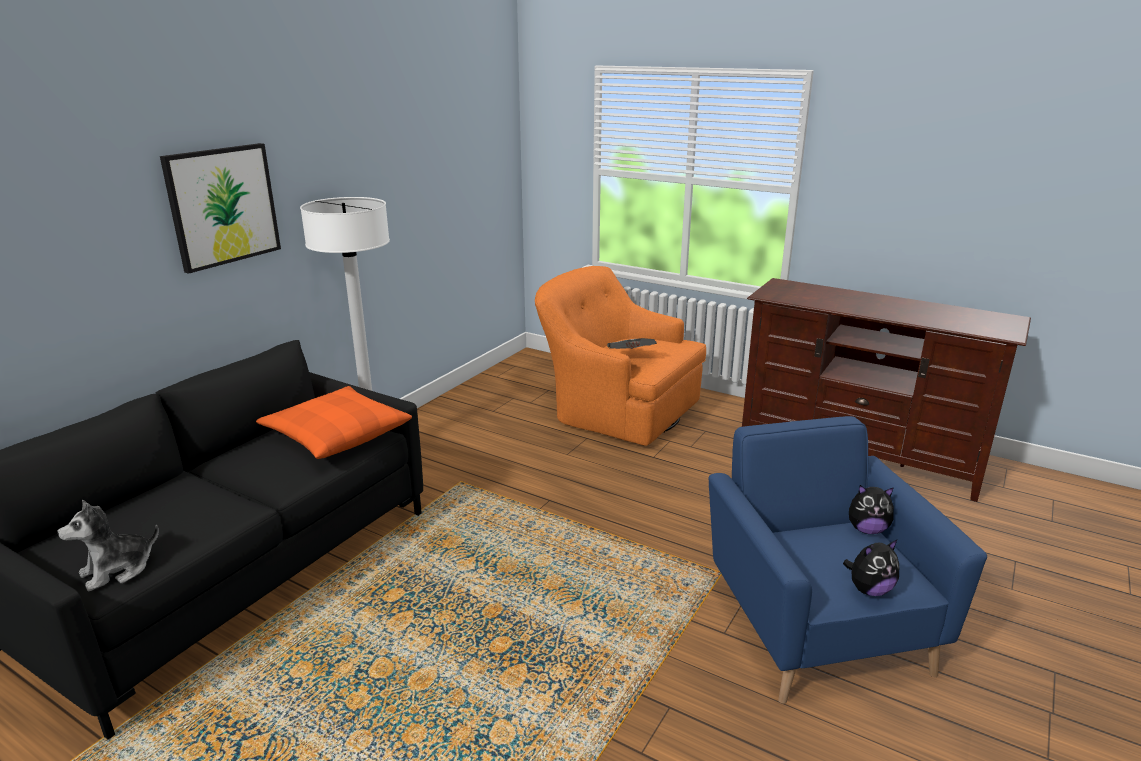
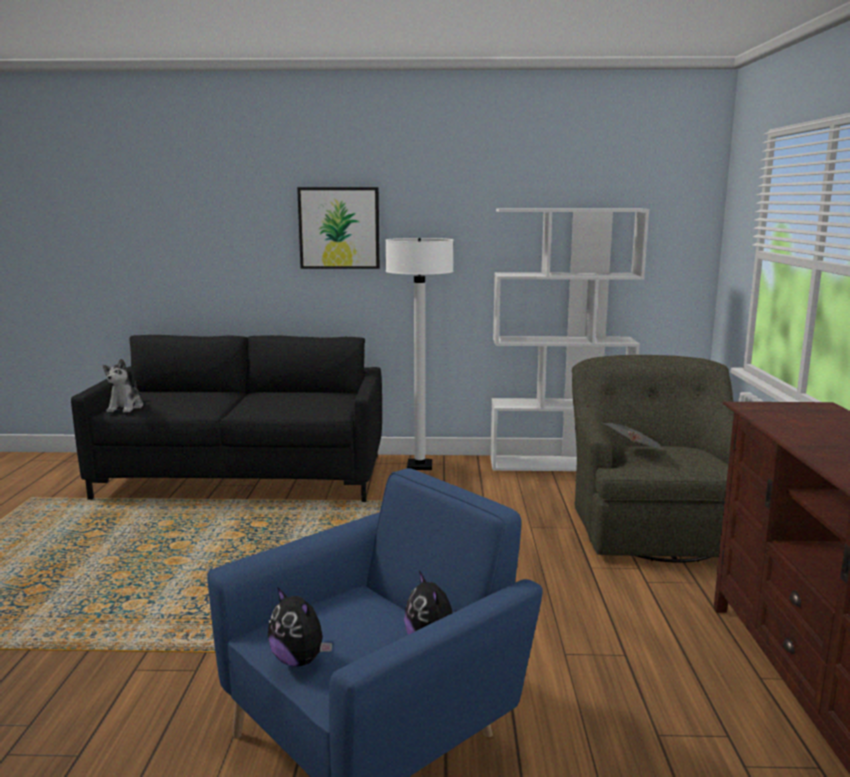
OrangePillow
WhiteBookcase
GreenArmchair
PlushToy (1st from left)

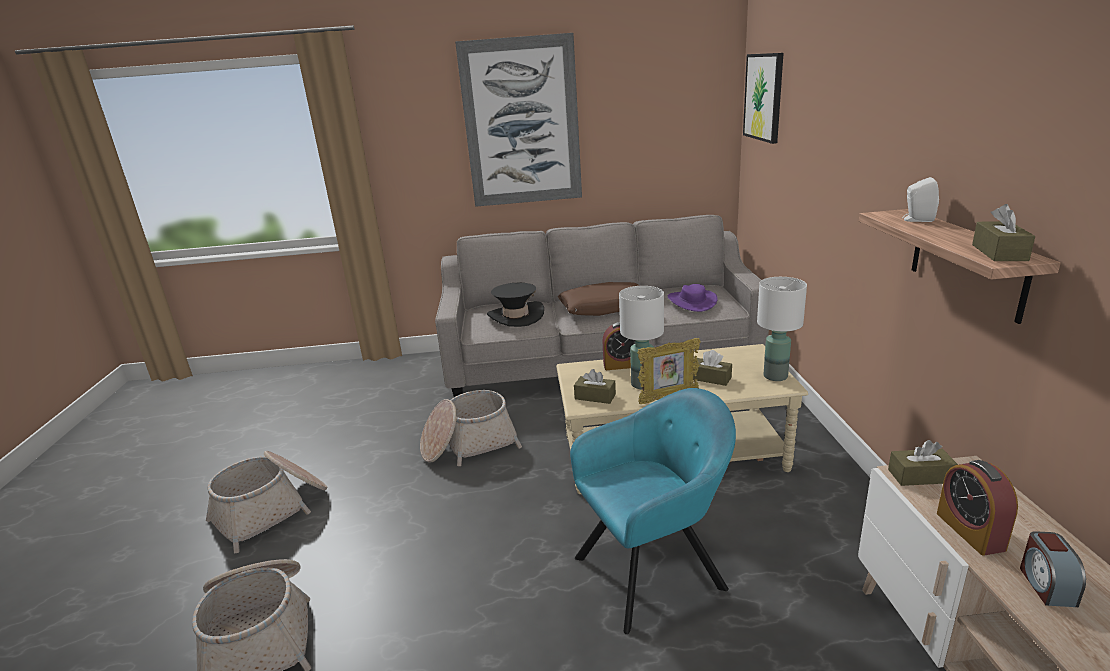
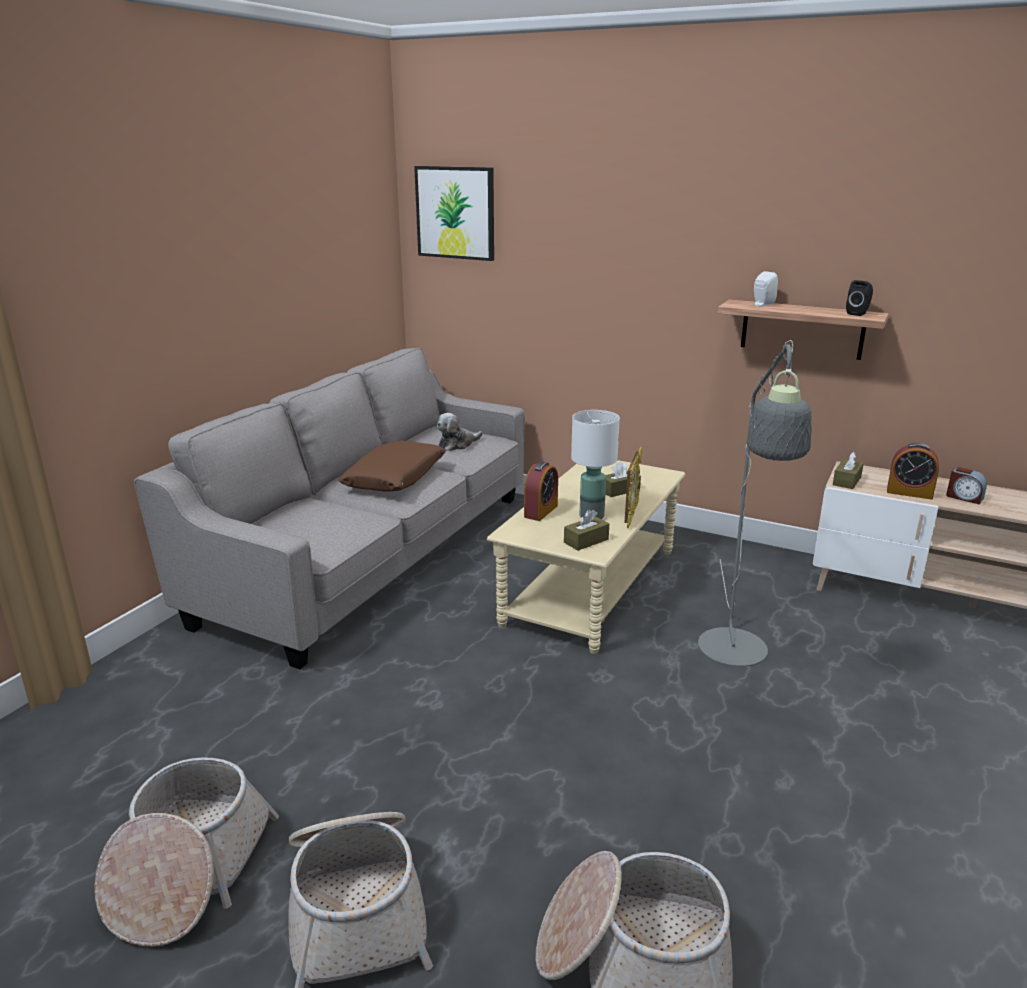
Picture (1st from left in the first image)
BlackHat
WhiteTableLamp (2nd from left in the first image)
Basket (1st from left)
GreyFloorLamp
PlushToy
BlackSpeaker

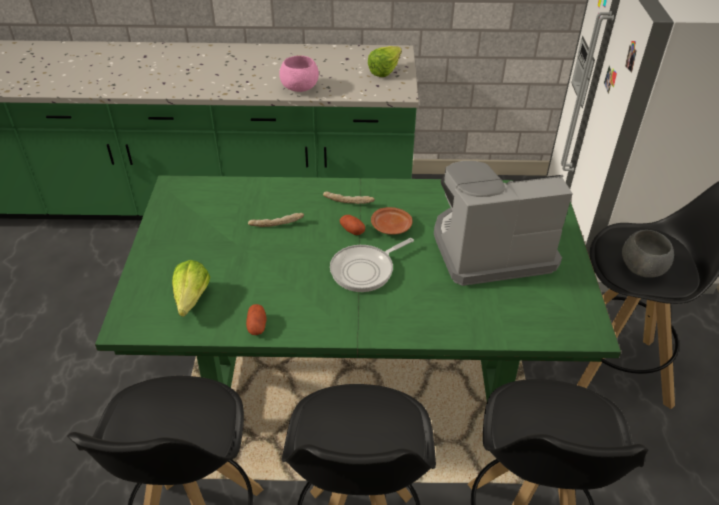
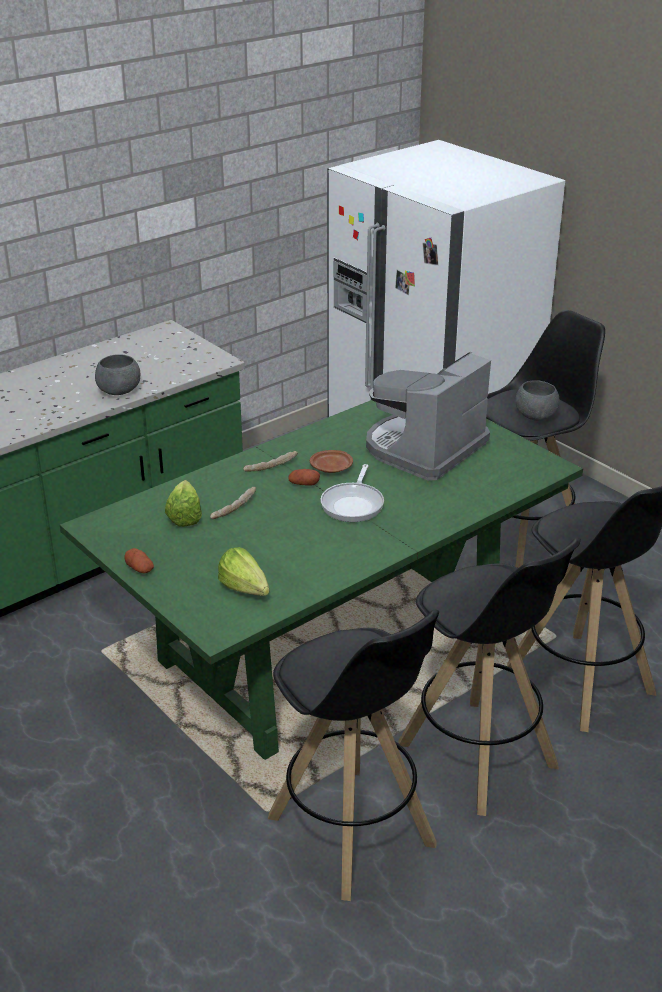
Potato (1st from left)
Lettuce (1st from left)
GreyBowl (1st from left)

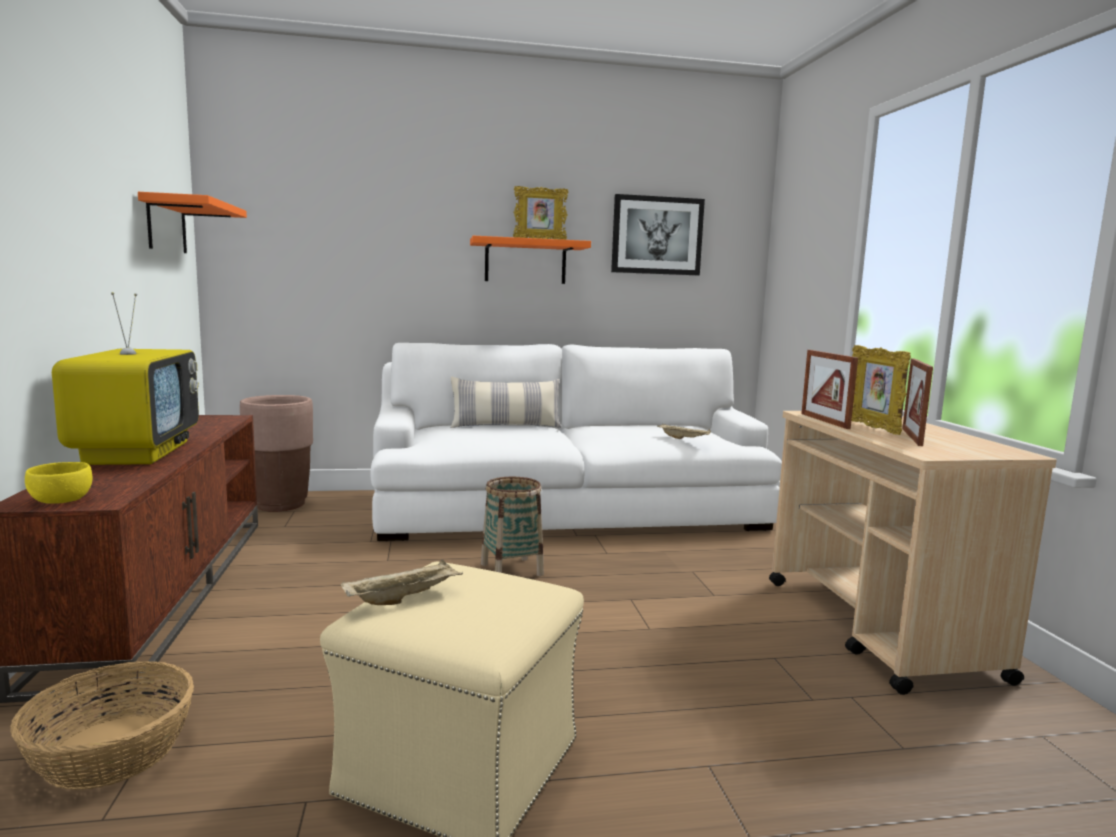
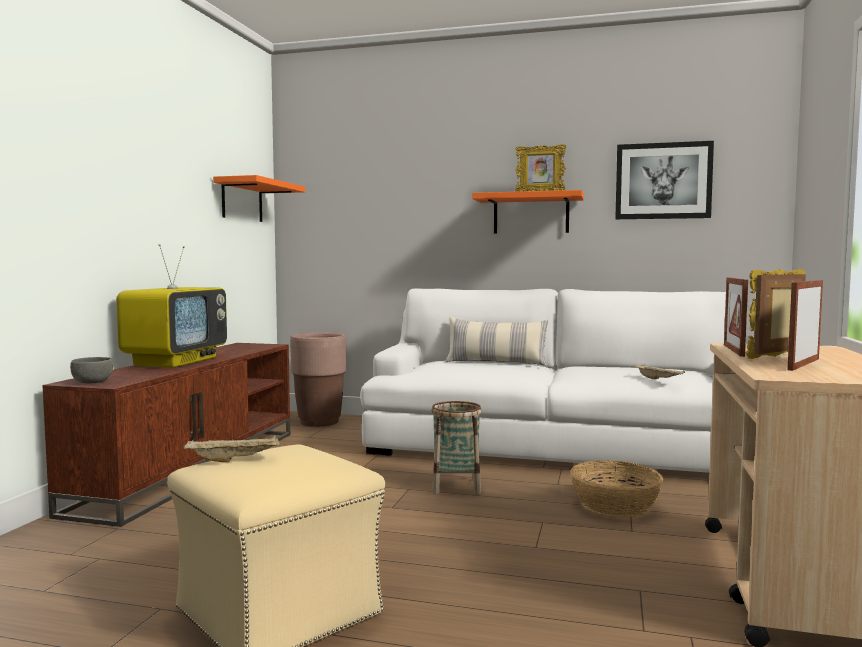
Basket (2nd from left)
GreyBowl
PictureFrame (3rd from left)

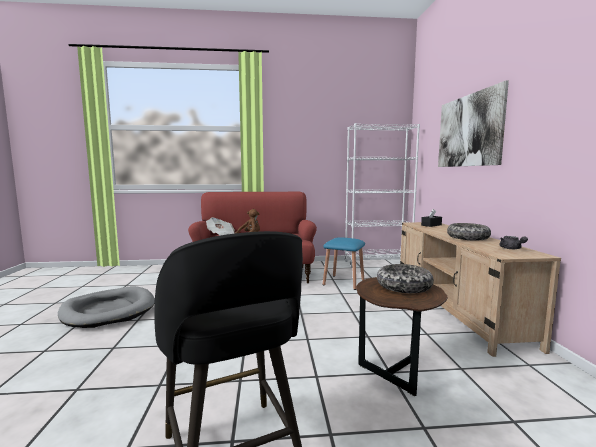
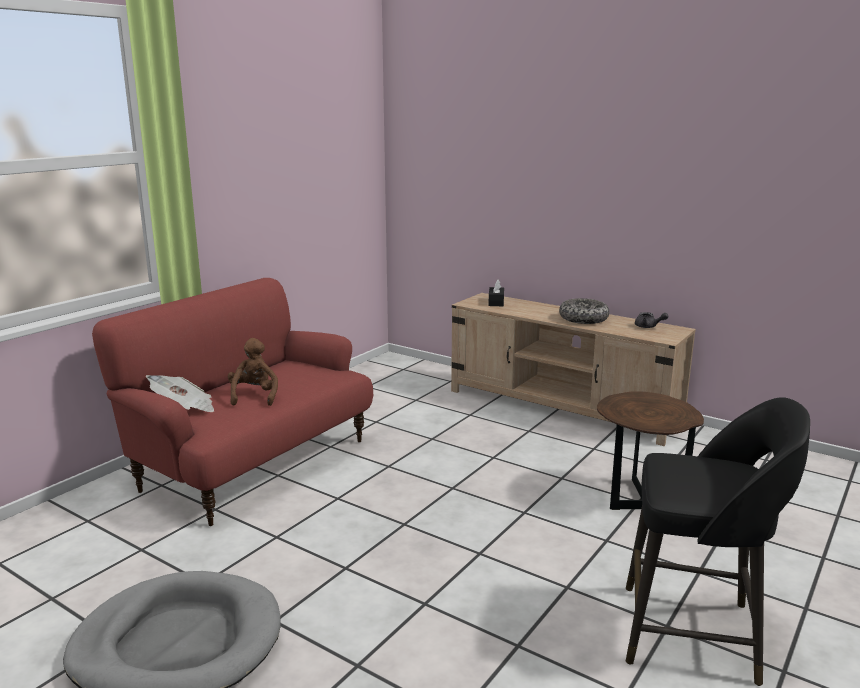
BlueStool
WhiteBookcase
Bowl (1st from left in the first image)
Picture

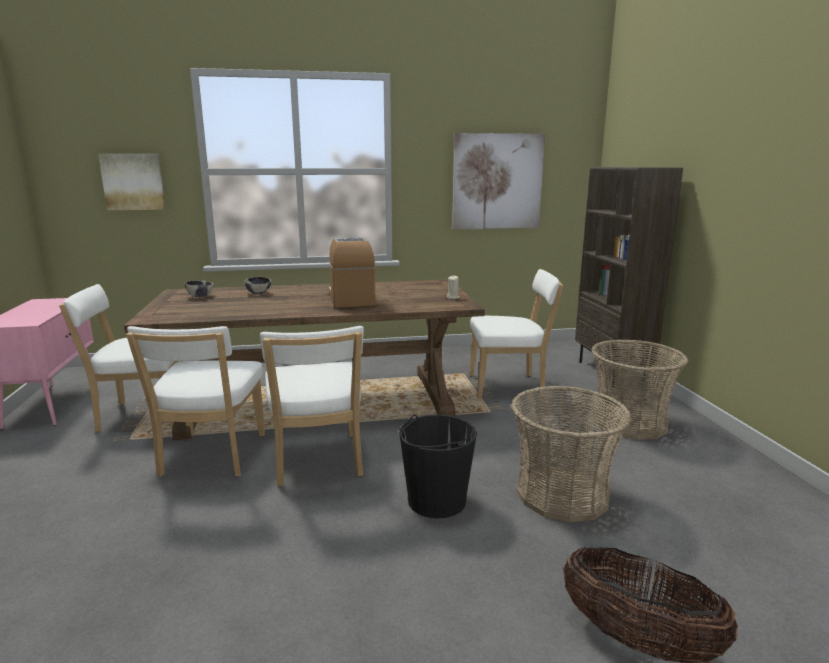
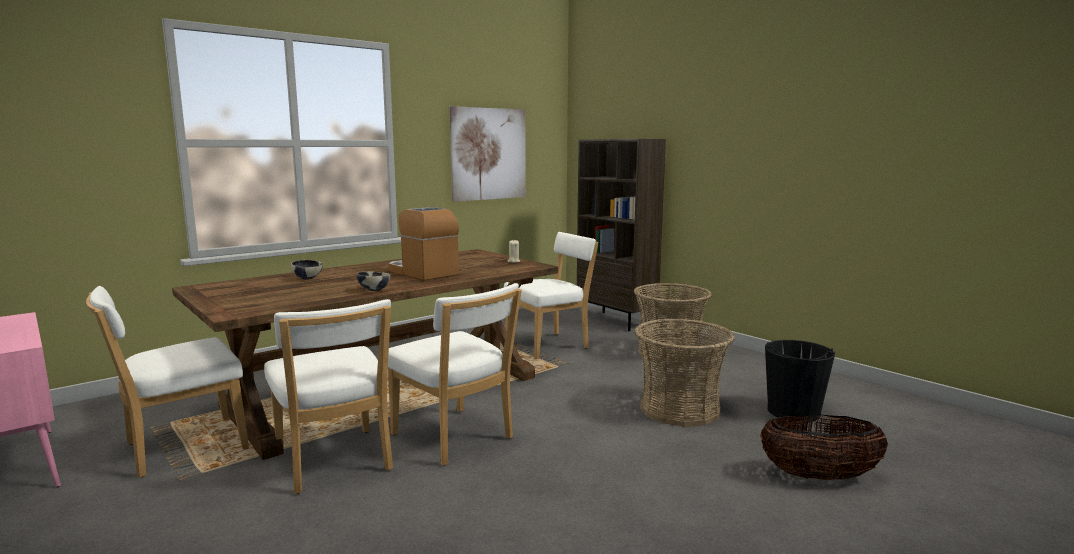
Picture (1st from left in the first image)
Bowl (2nd from left)
BlackBucket

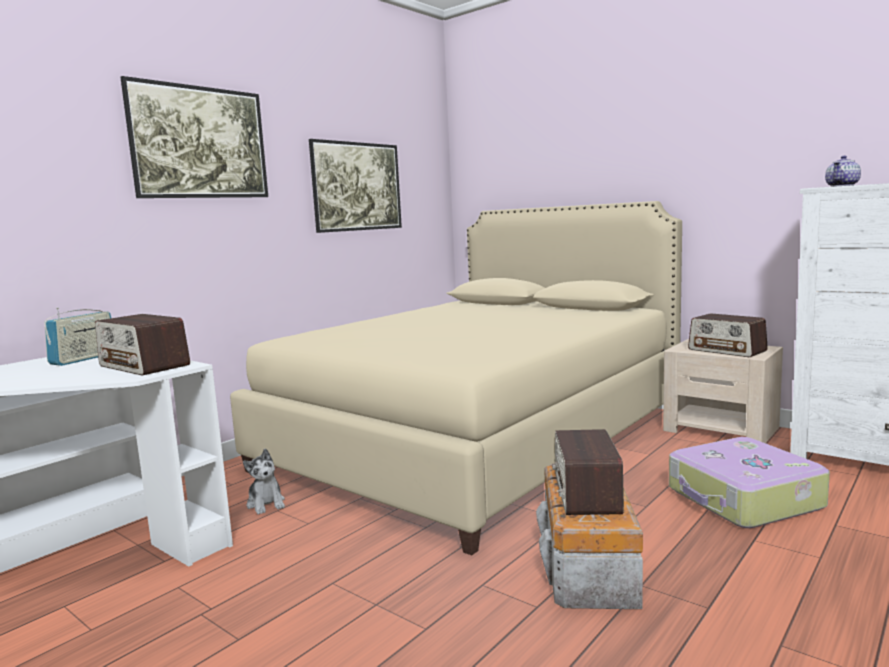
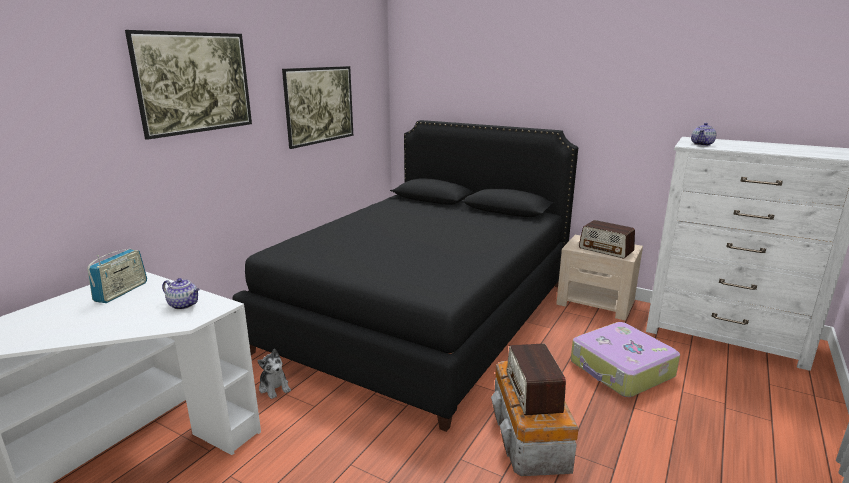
Teapot (1st from left)
BlackBed

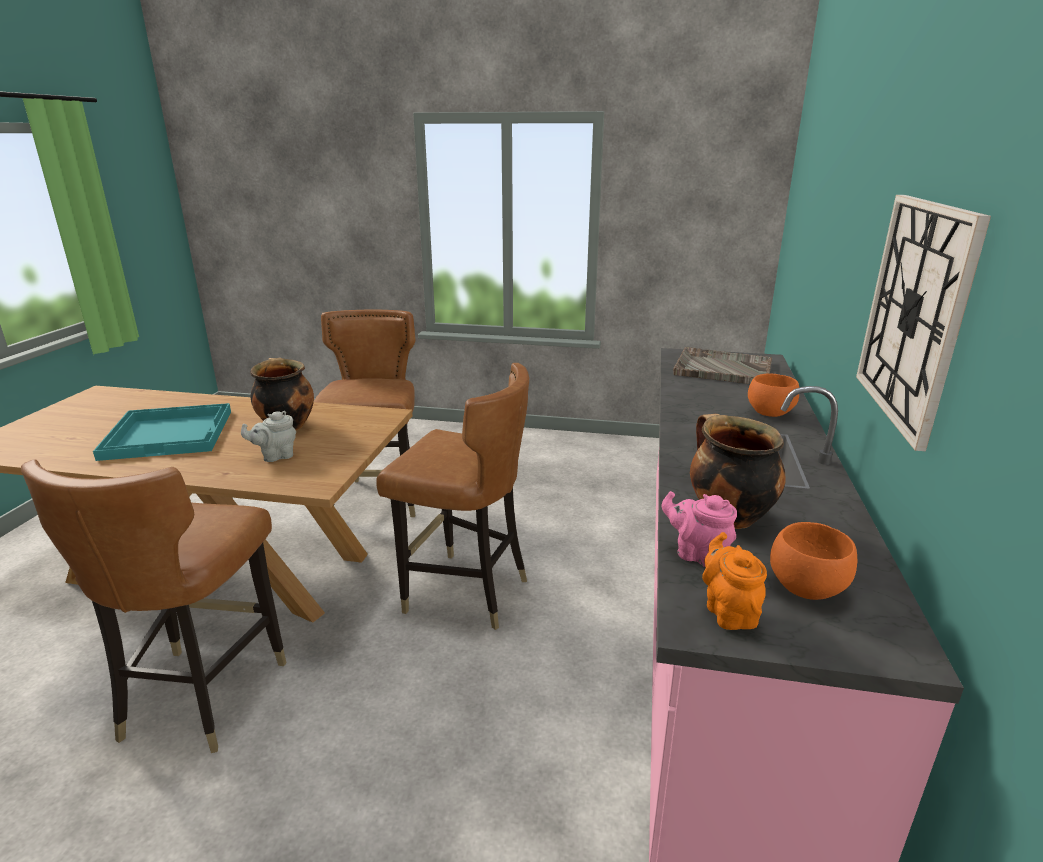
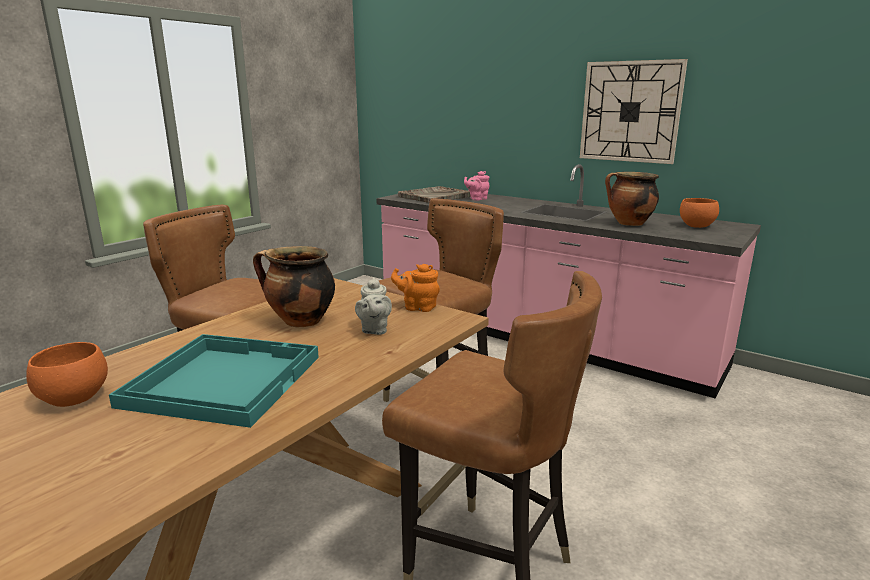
PinkTeapot
OrangeTeapot
OrangeBowl (1st from left)

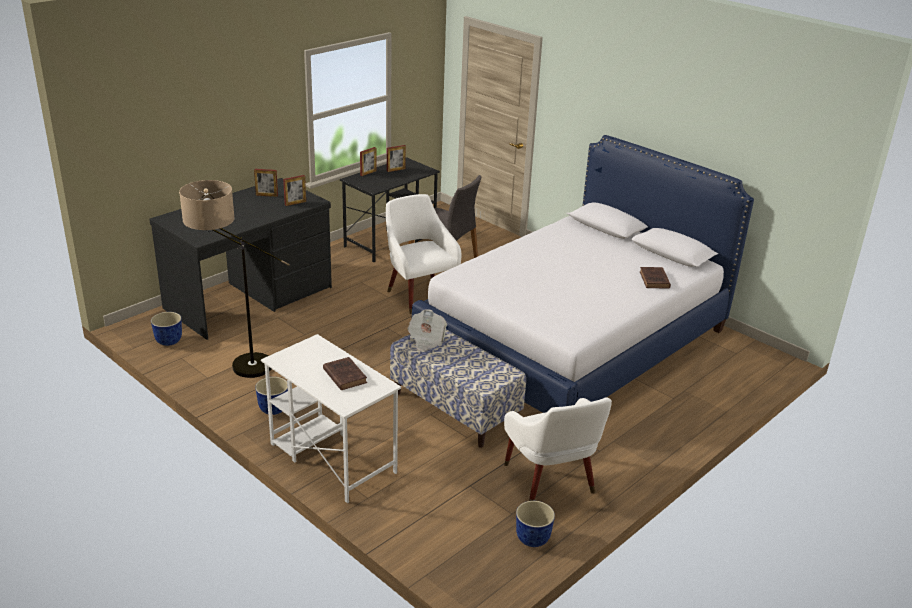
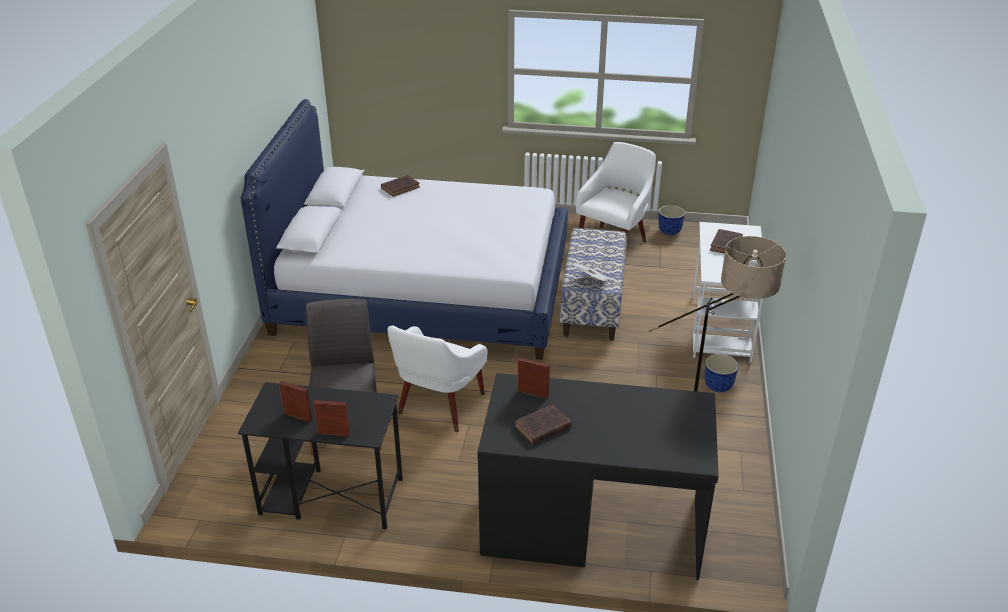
Planter (1st from left in the first image)
BrownBook (2nd from left)

